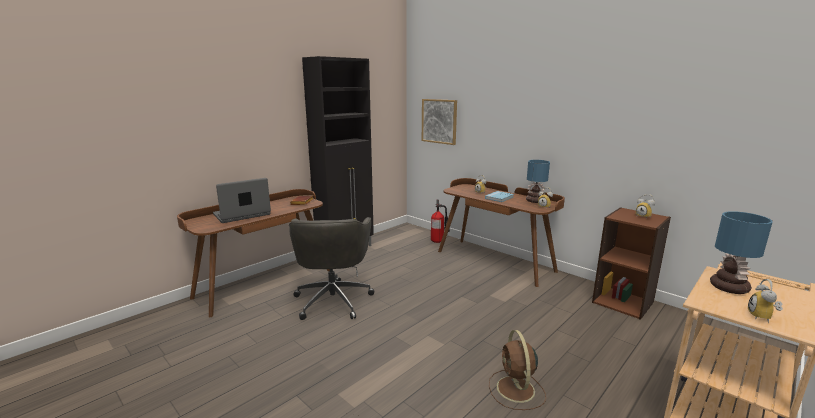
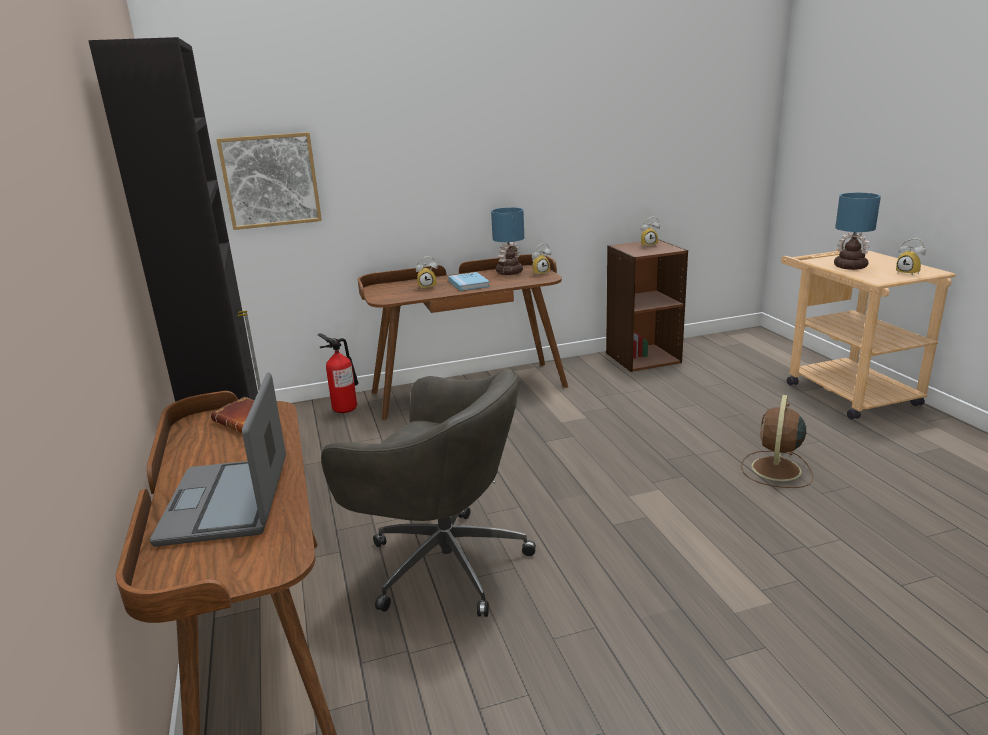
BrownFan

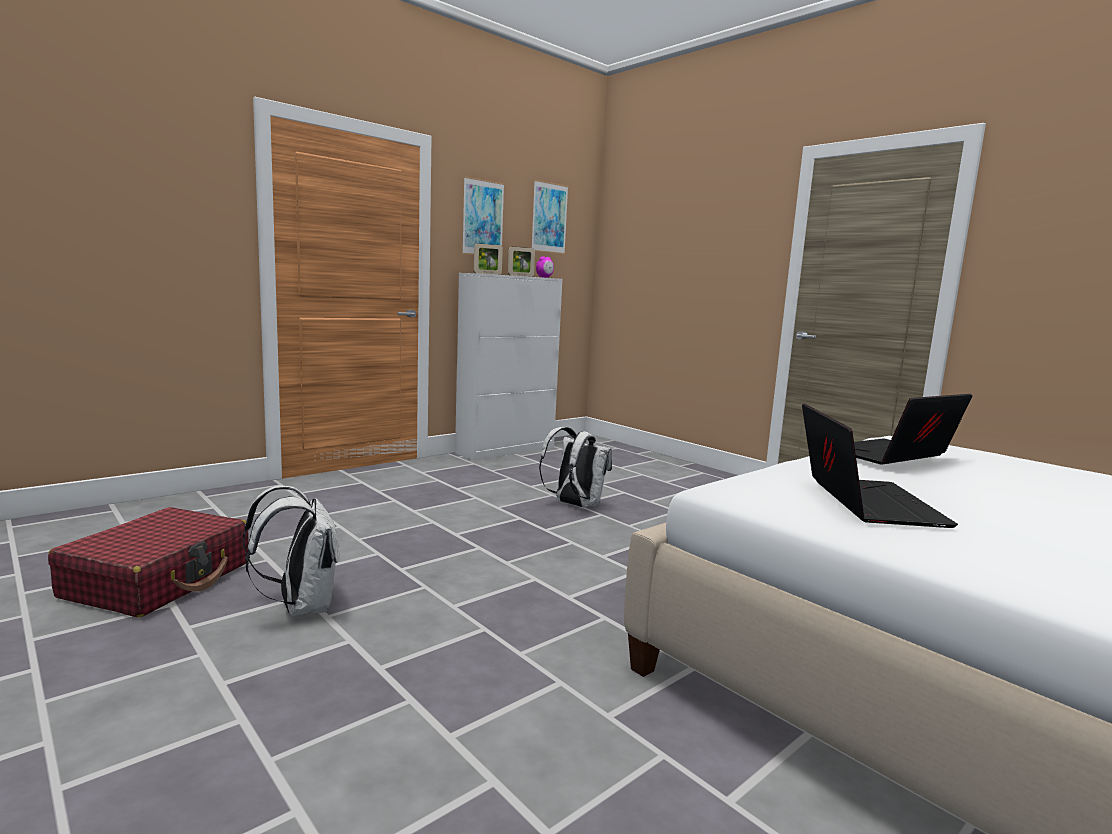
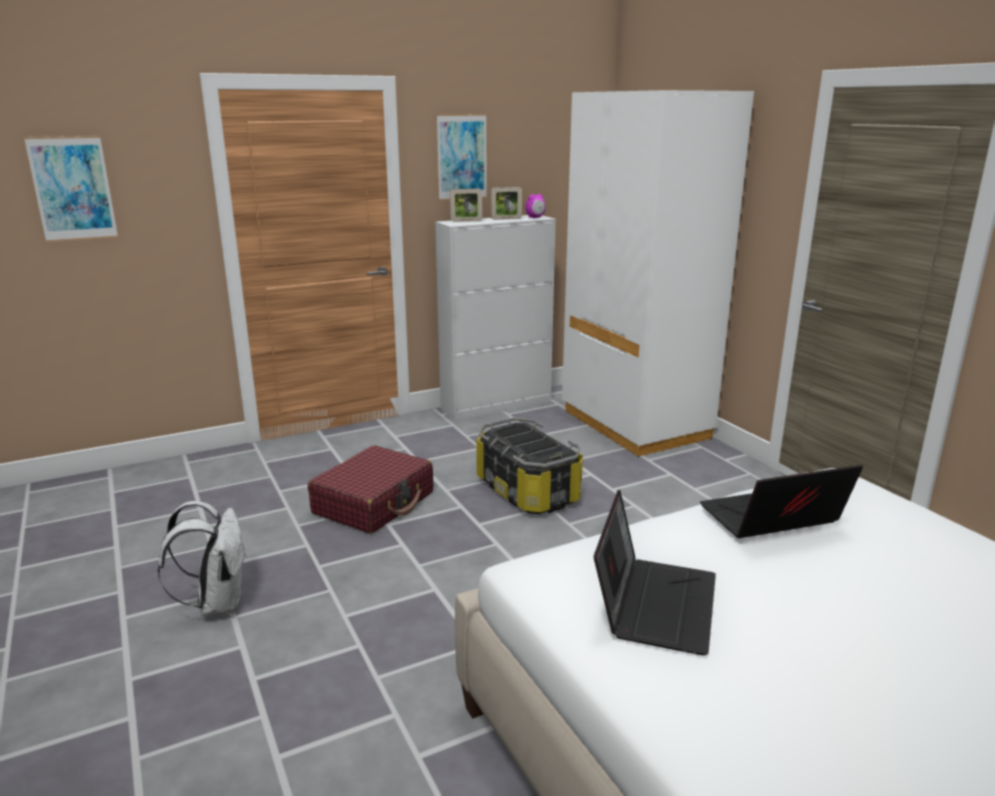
WhiteWardrobe
RedSuitcase
Picture (1st from left)
StorageBox

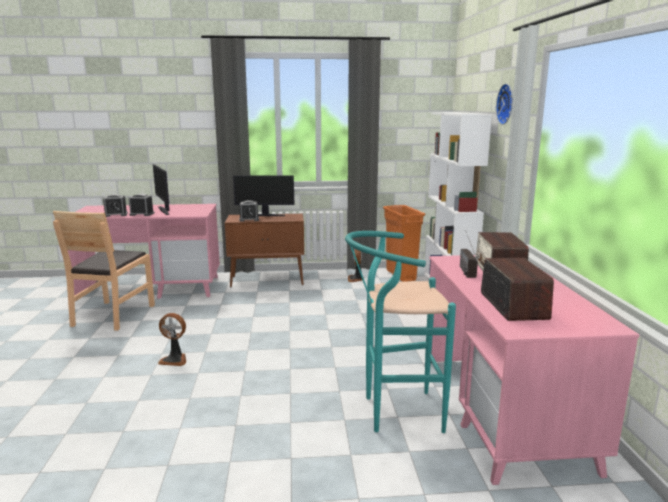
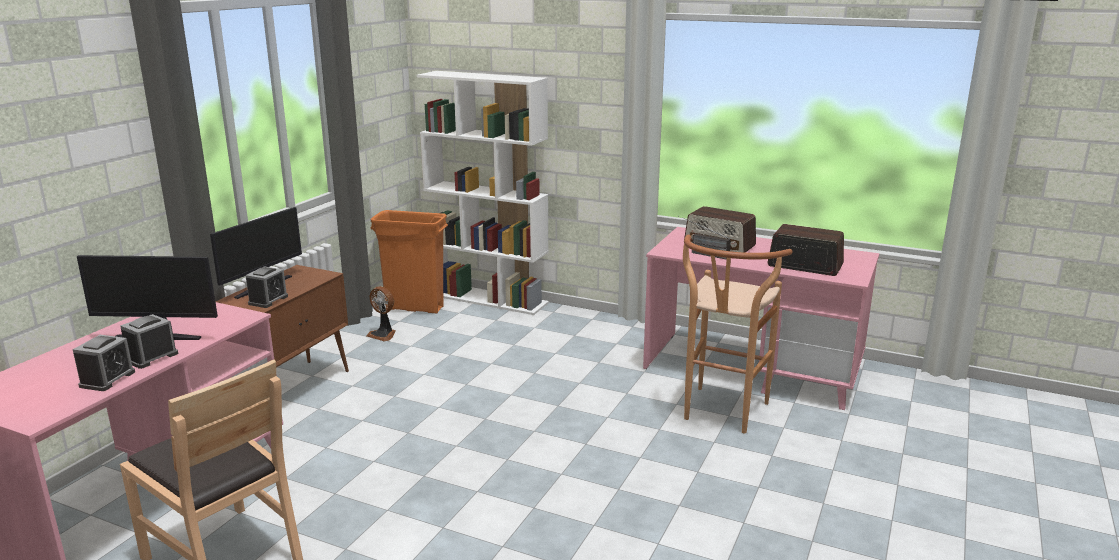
Fan (1st from left in the first image)
WallClock
BrownStool

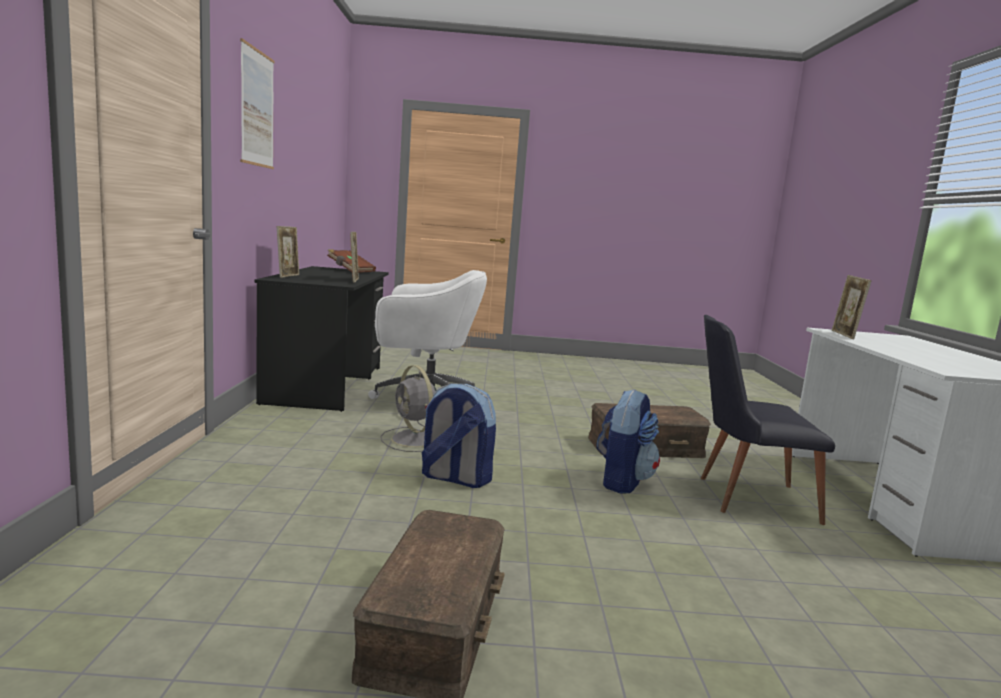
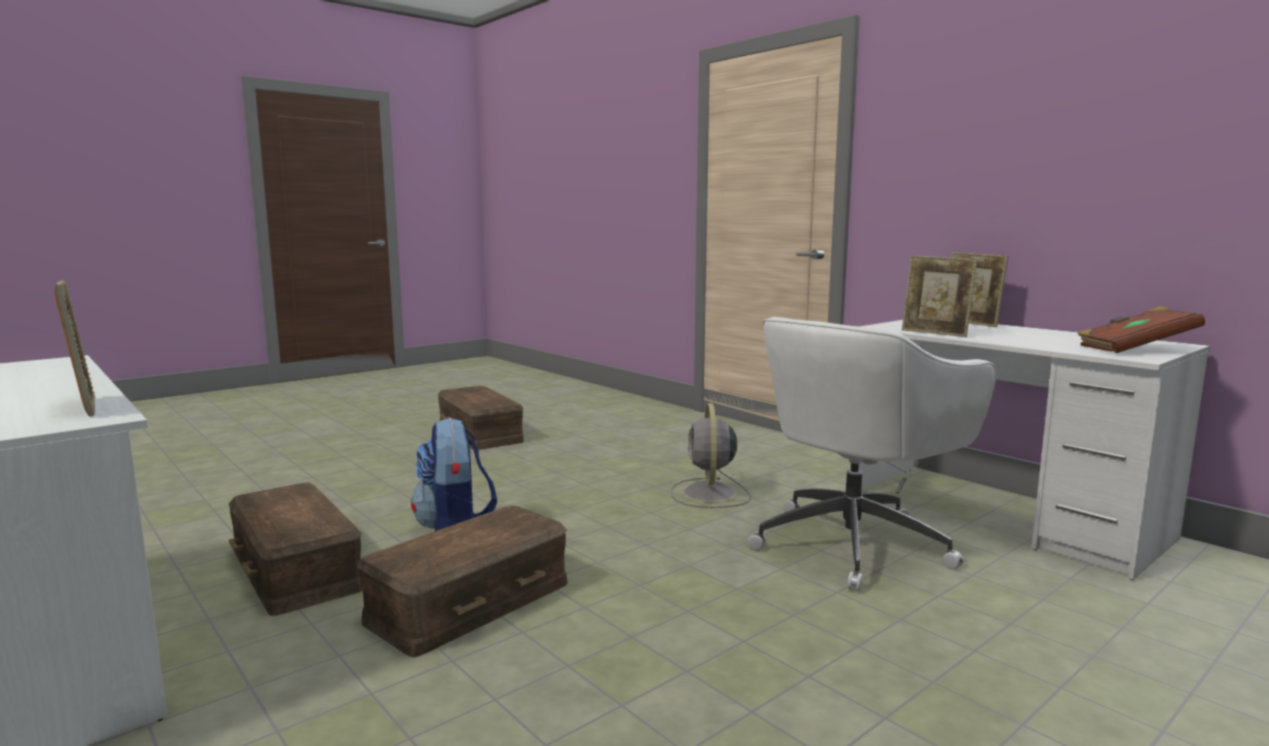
Picture
Backpack (1st from left in the first image)
BrownStorageBox (1st from left)
WhiteDesk (2nd from left)
GreyFan

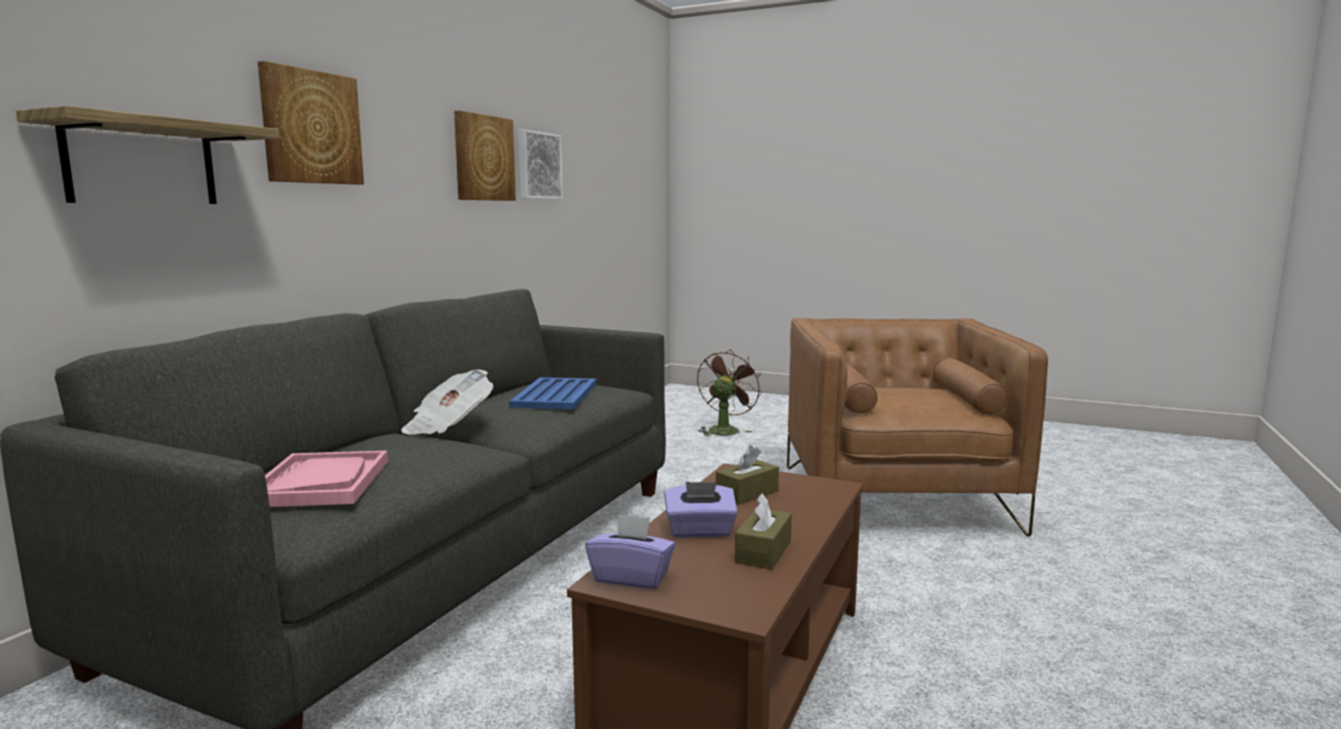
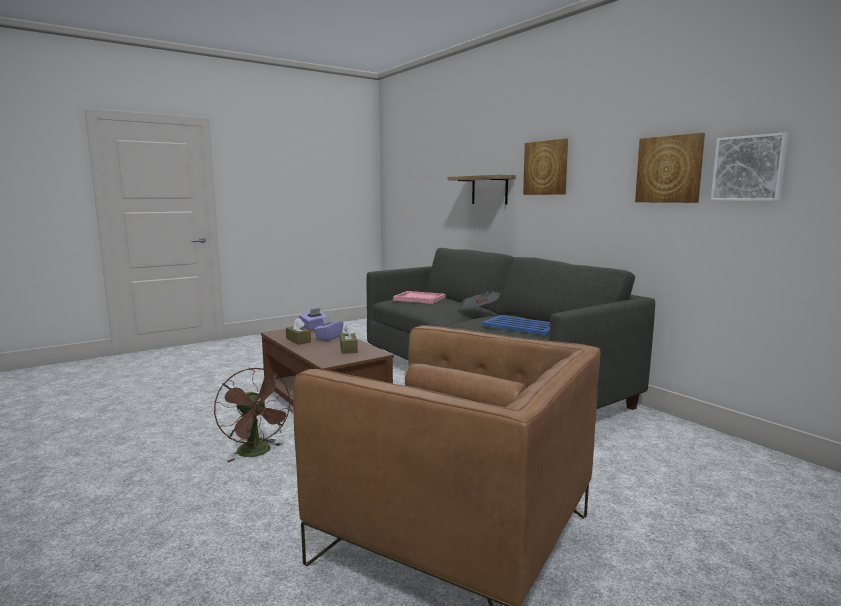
BrownFan

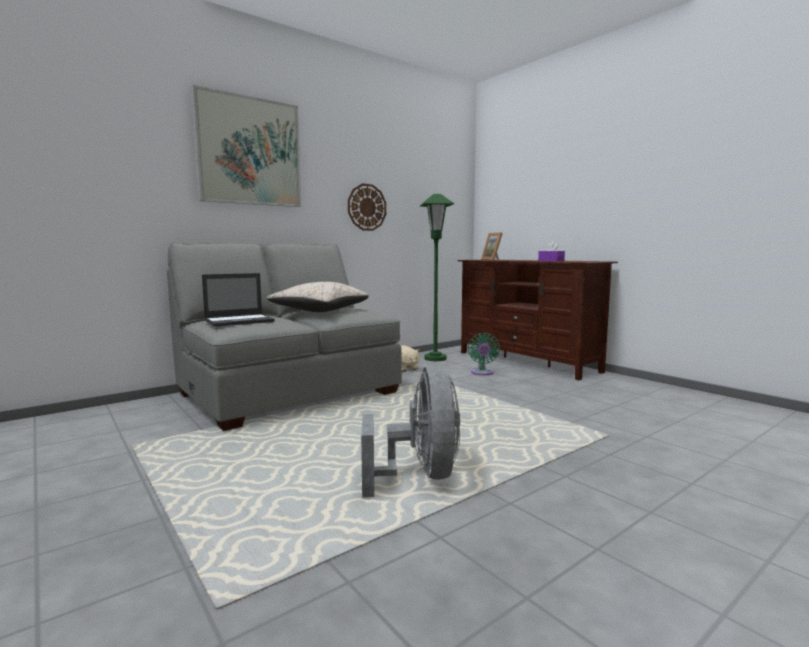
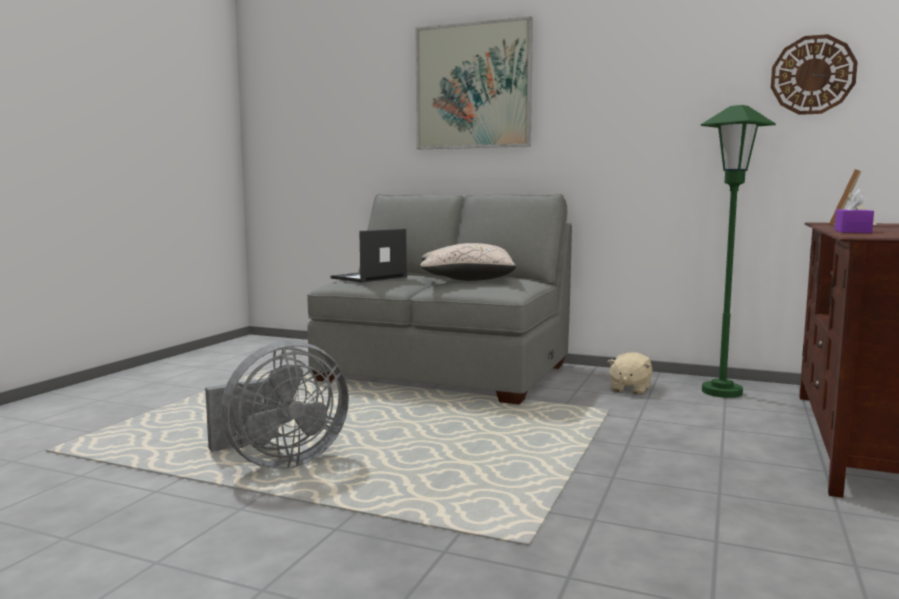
GreenFan
WallClock
Laptop

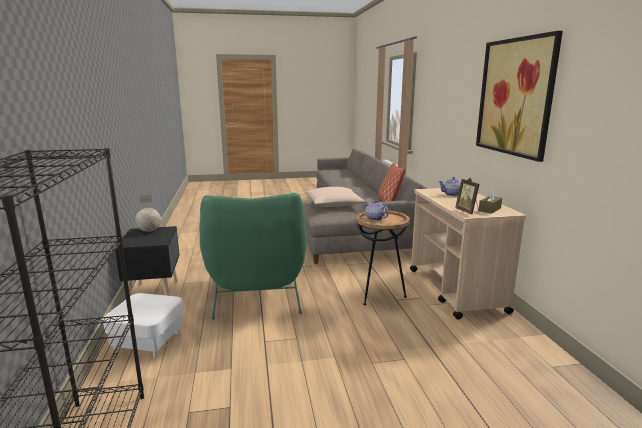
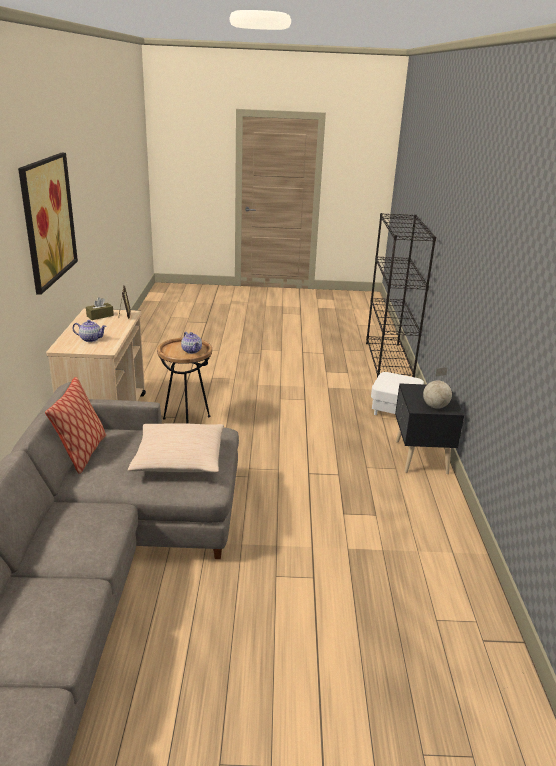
GreenArmchair

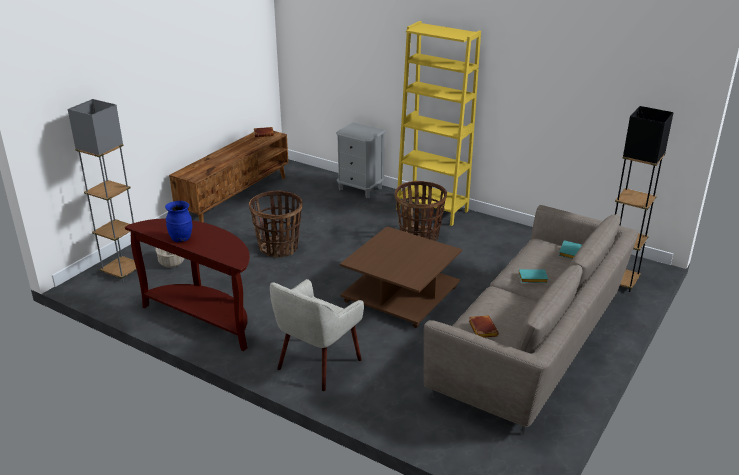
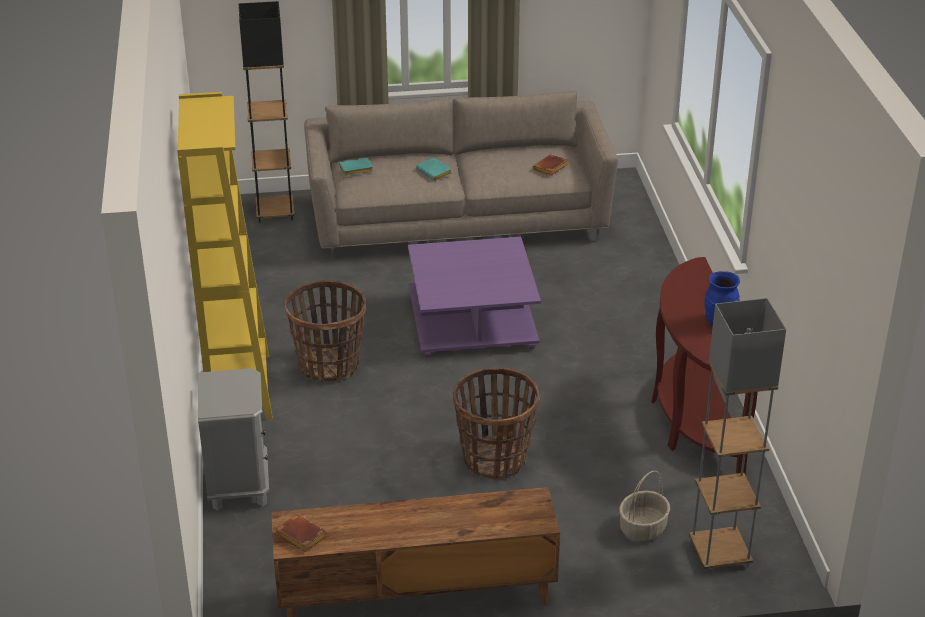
BeigeArmchair
PurpleCoffeeTable

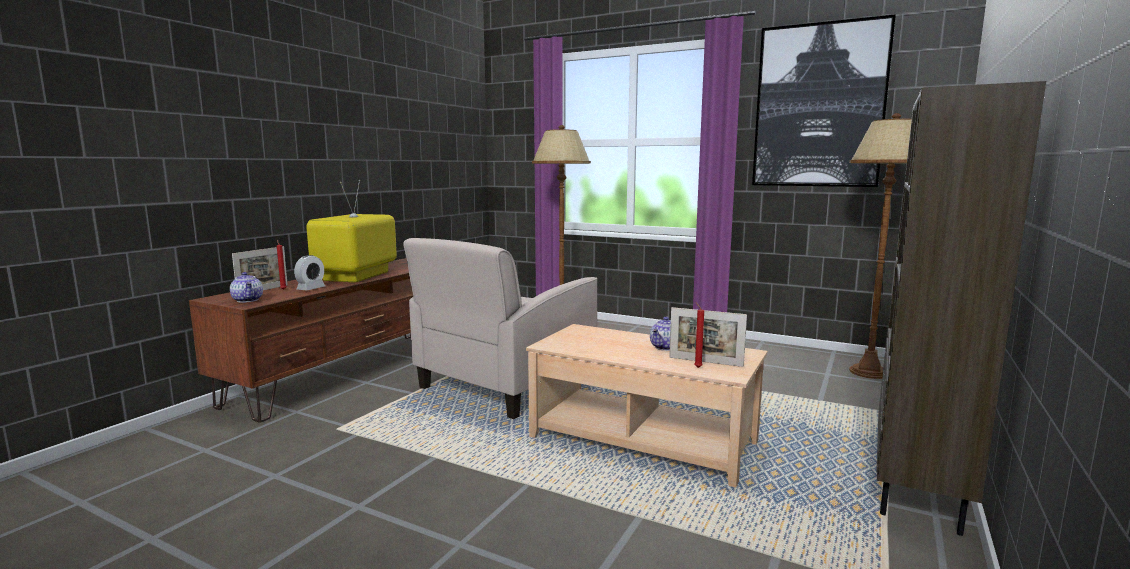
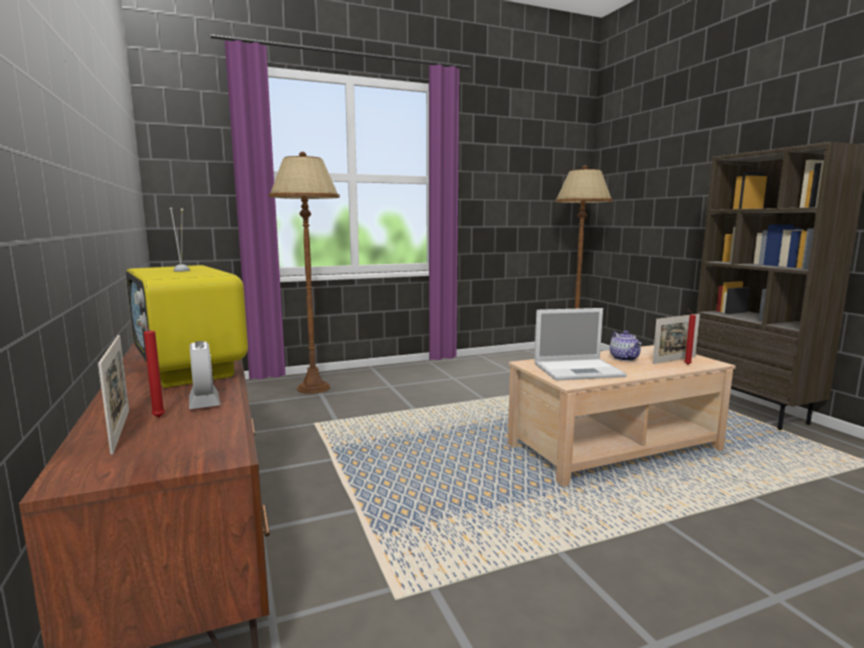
Teapot (1st from left in the first image)
BeigeArmchair
Picture
Laptop

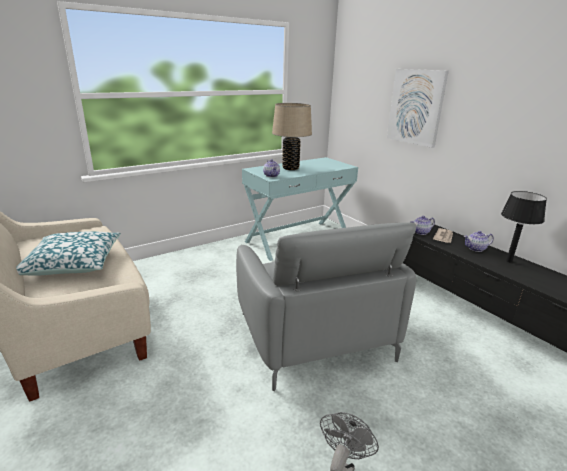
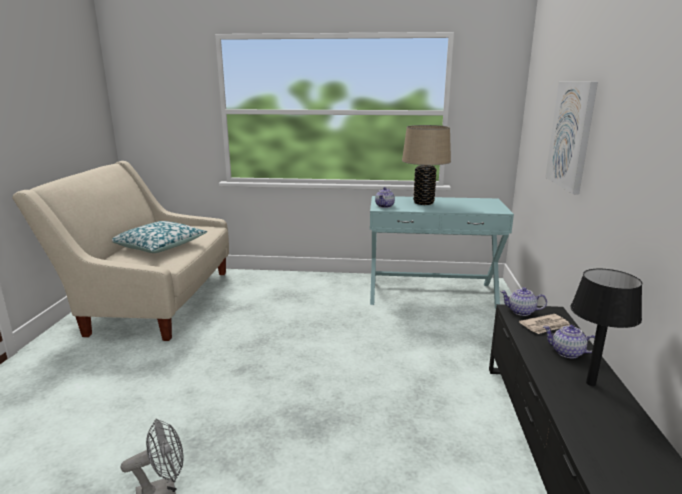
GreyArmchair

